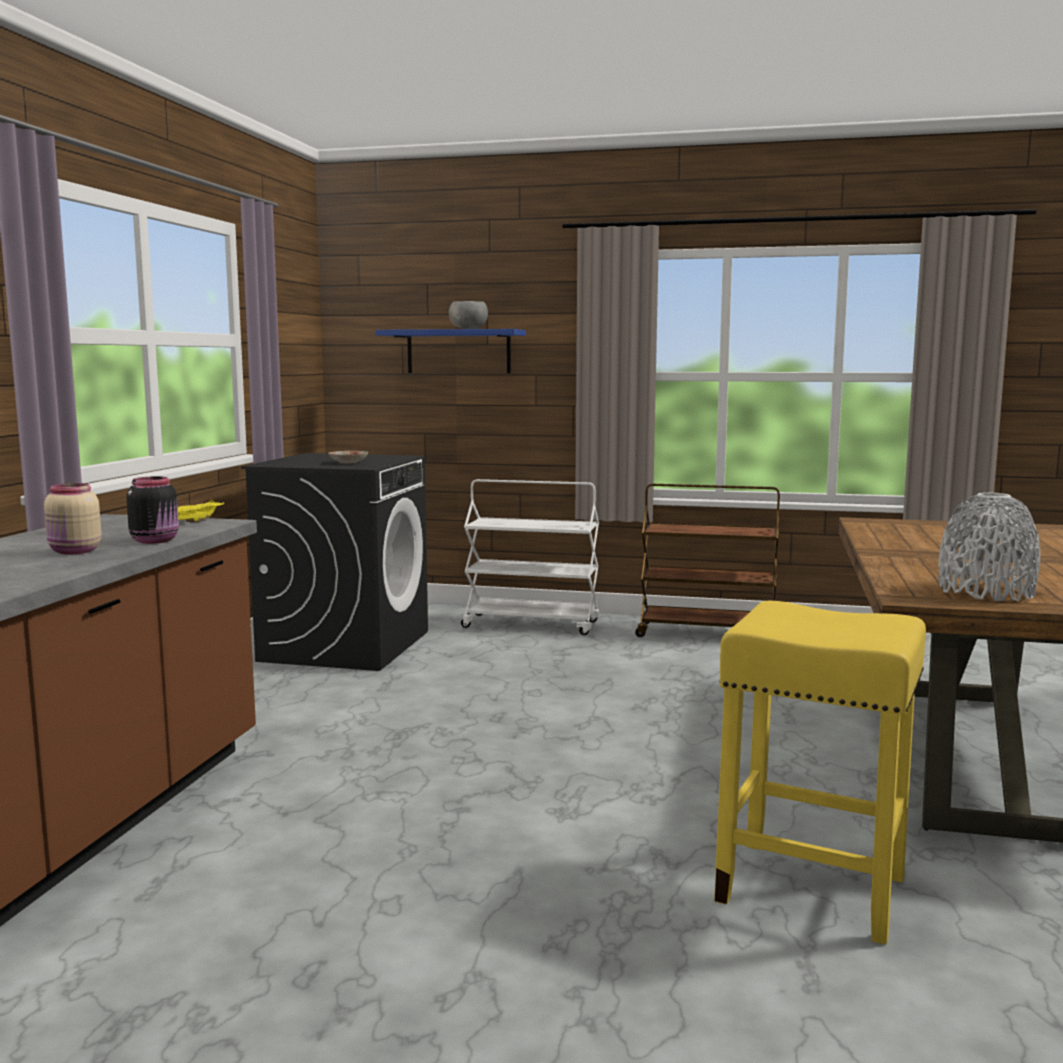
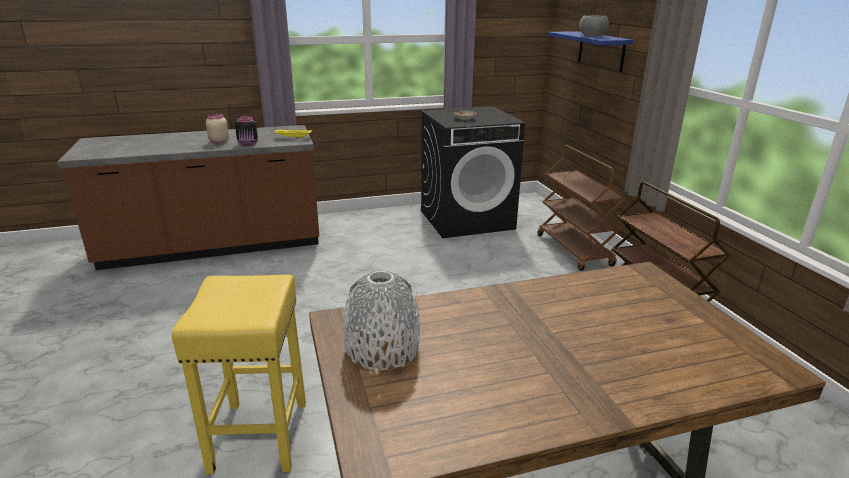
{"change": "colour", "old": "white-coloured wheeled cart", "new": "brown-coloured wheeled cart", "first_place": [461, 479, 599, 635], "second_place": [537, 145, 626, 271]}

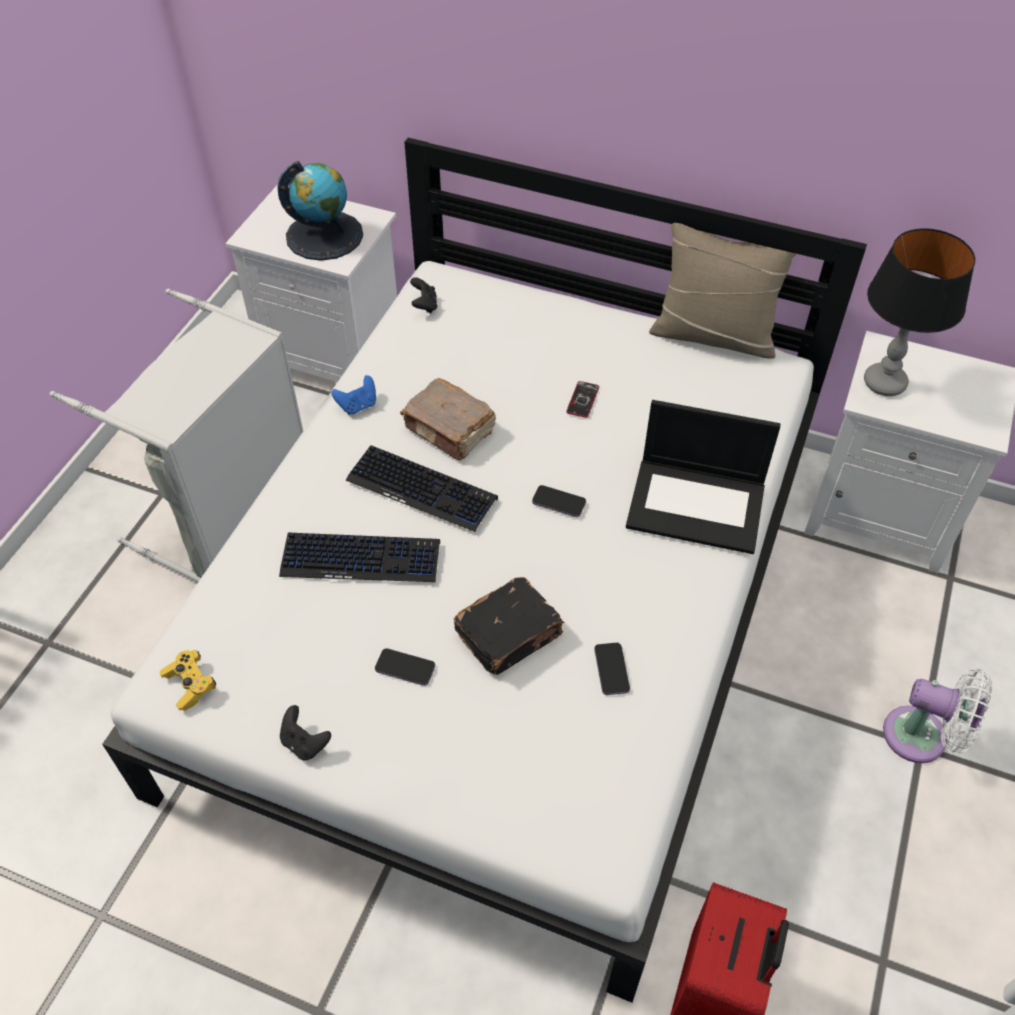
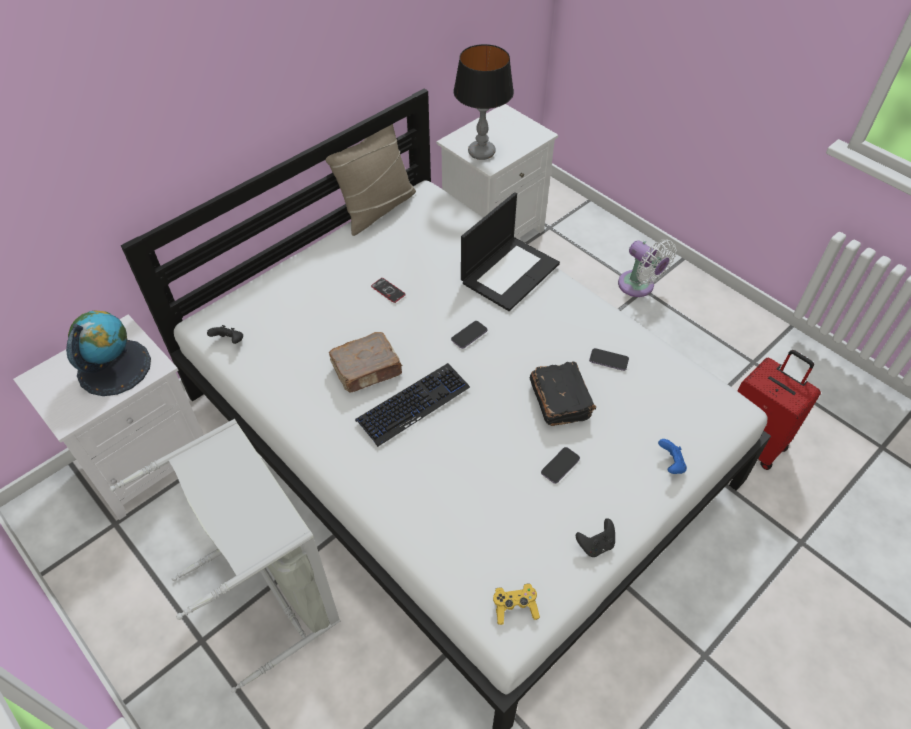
{"change": "missing", "old": "PC keyboard", "first_place": [279, 533, 440, 582]}
{"change": "relocated", "old": "blue joypad", "first_place": [332, 375, 376, 415], "second_place": [658, 439, 687, 474]}
{"change": "spun", "old": "white-coloured fan", "first_place": [883, 668, 992, 763], "second_place": [618, 239, 676, 297], "degrees": 90}

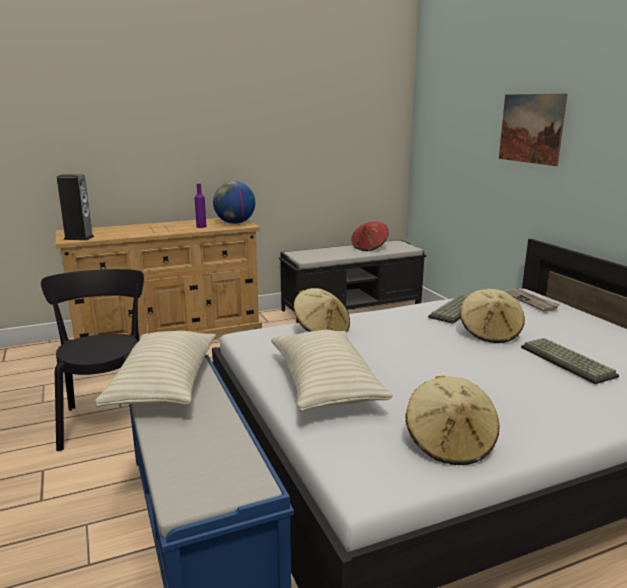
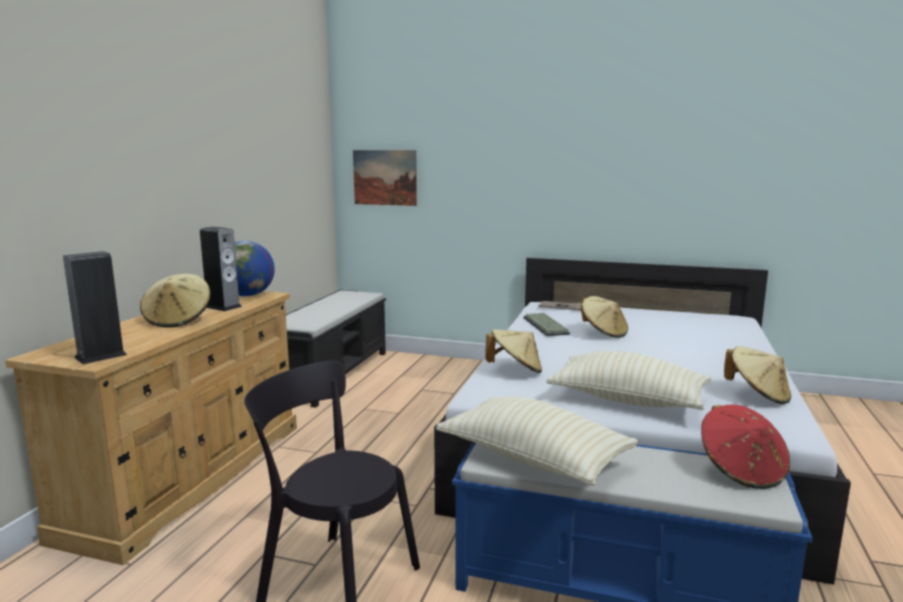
{"change": "missing", "old": "PC keyboard", "first_place": [521, 338, 619, 384]}
{"change": "appeared", "new": "sand-coloured hat", "second_place": [140, 274, 211, 328]}
{"change": "relocated", "old": "reddish hat", "first_place": [351, 222, 388, 251], "second_place": [701, 405, 790, 489]}
{"change": "relocated", "old": "wall art", "first_place": [499, 94, 567, 166], "second_place": [353, 150, 417, 206]}
{"change": "exchanged", "old": "purple-coloured bottle", "new": "loudspeaker", "first_place": [195, 184, 206, 228], "second_place": [200, 227, 242, 311]}

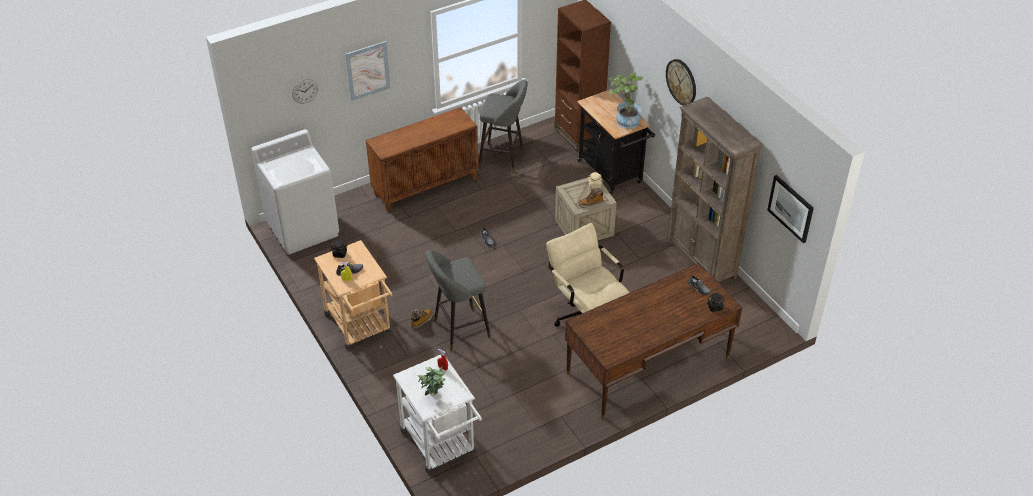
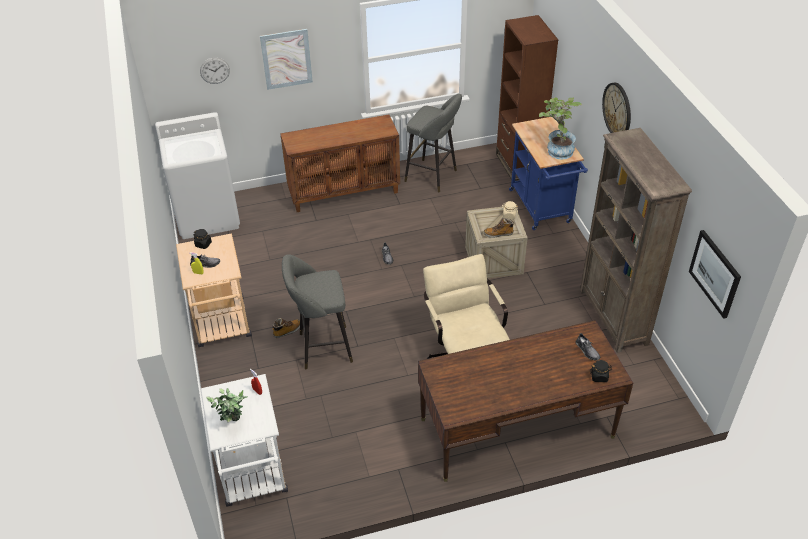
{"change": "colour", "old": "black wheeled cart", "new": "blue wheeled cart", "first_place": [577, 89, 655, 195], "second_place": [509, 117, 588, 230]}

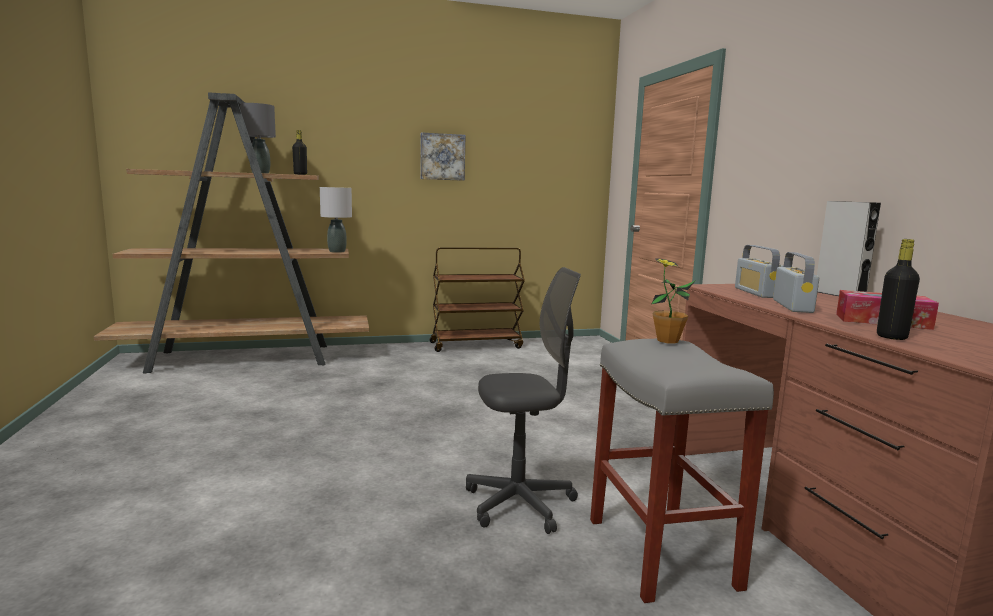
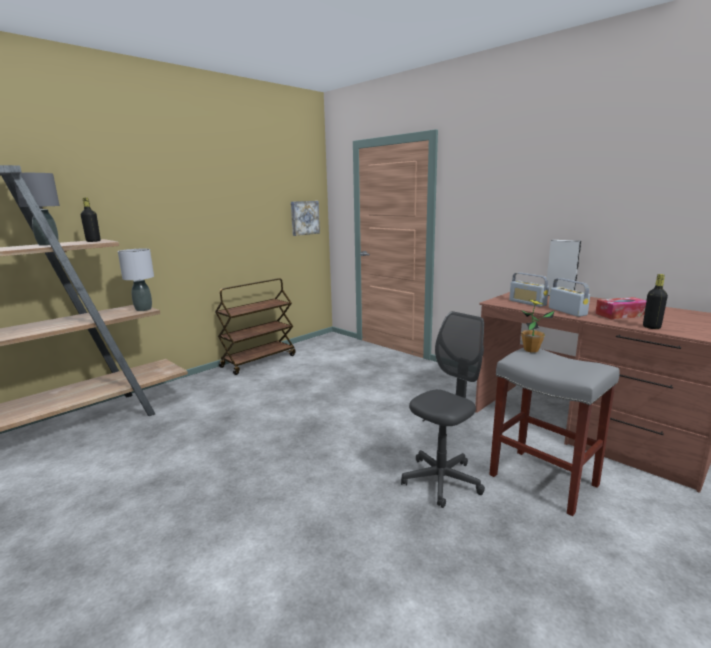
{"change": "relocated", "old": "wall art", "first_place": [420, 132, 465, 181], "second_place": [291, 201, 320, 236]}

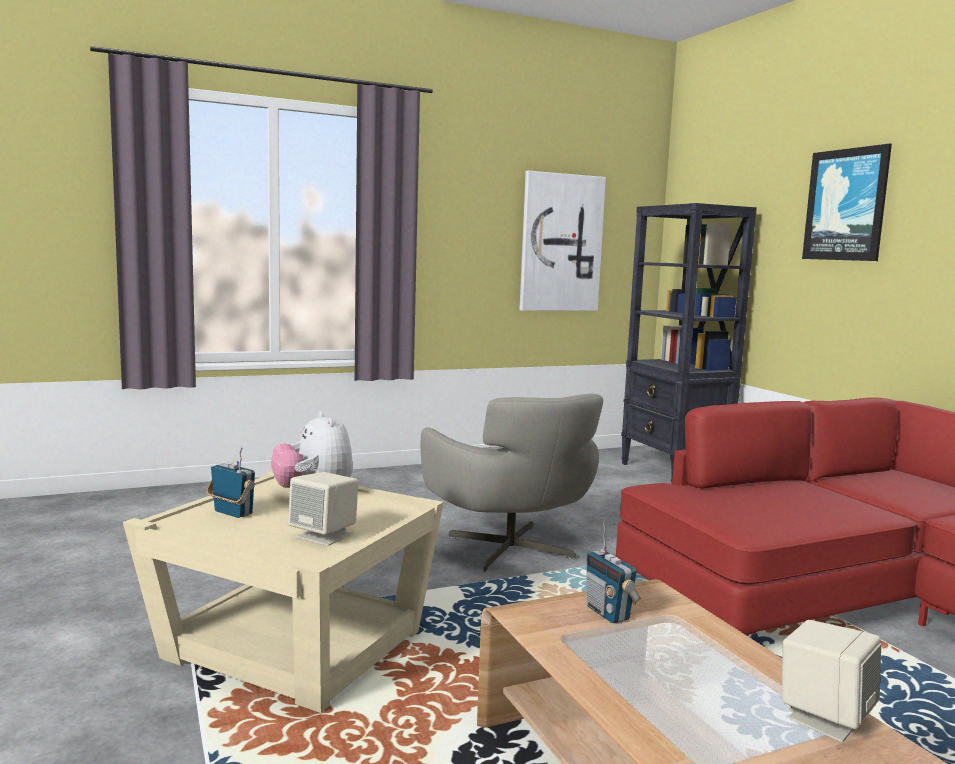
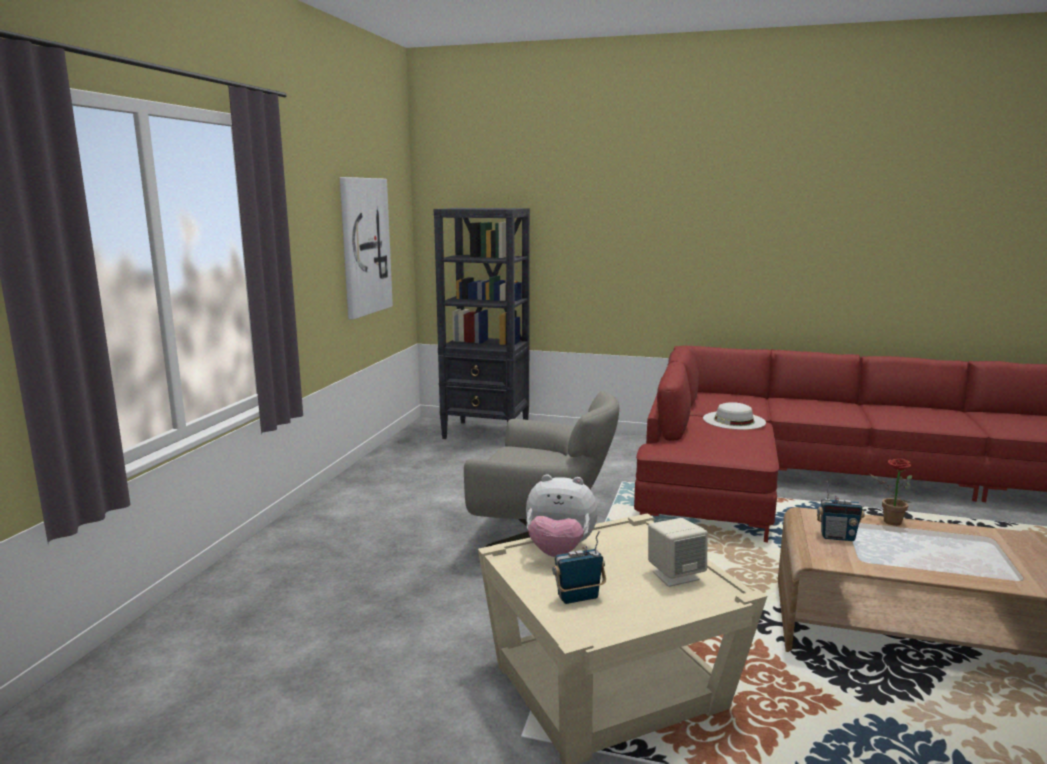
{"change": "missing", "old": "sand-coloured loudspeaker", "first_place": [782, 620, 881, 742]}
{"change": "missing", "old": "wall art", "first_place": [802, 144, 892, 261]}
{"change": "appeared", "new": "white-coloured hat", "second_place": [703, 402, 766, 430]}
{"change": "appeared", "new": "plant in a pot", "second_place": [870, 459, 912, 526]}

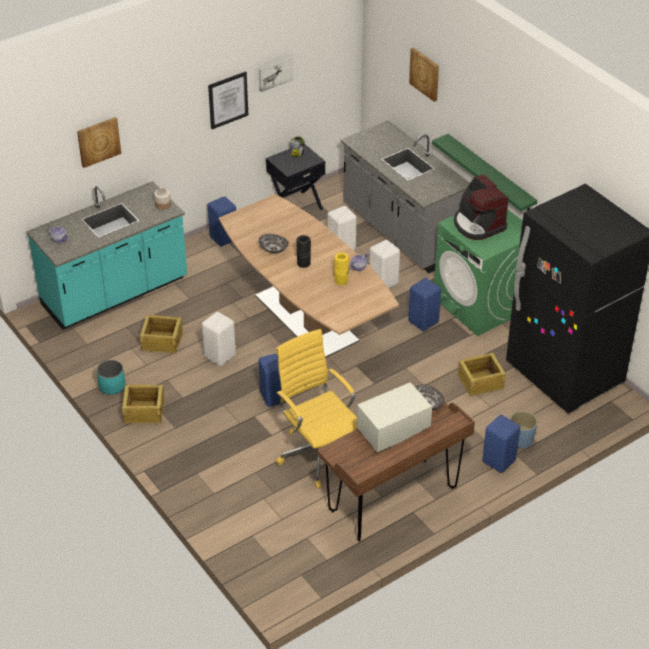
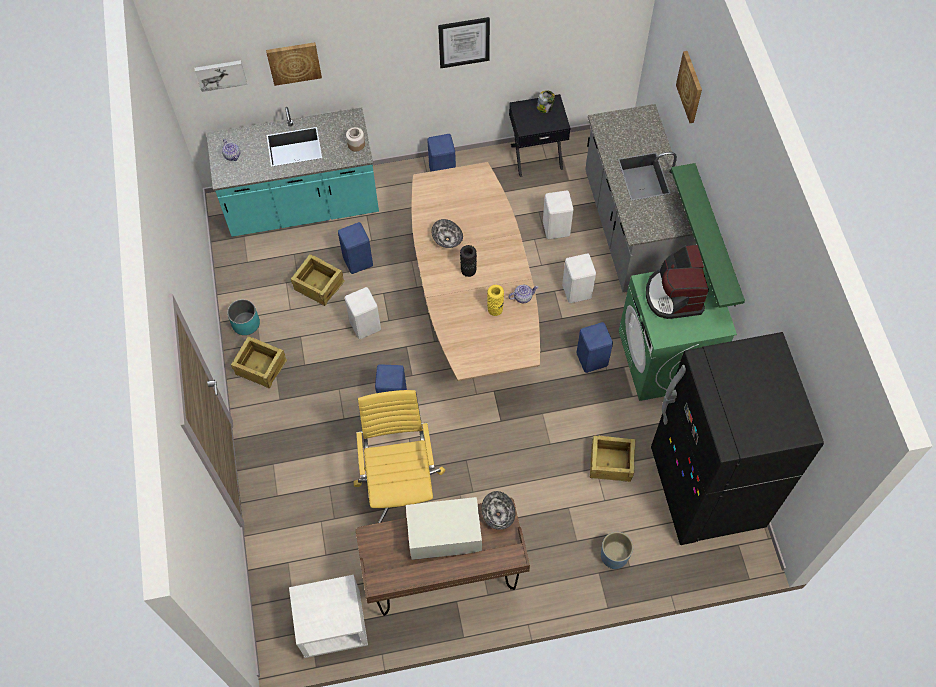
{"change": "appeared", "new": "white-coloured nightstand", "second_place": [289, 575, 368, 658]}
{"change": "relocated", "old": "wall art", "first_place": [259, 57, 293, 92], "second_place": [195, 60, 247, 92]}
{"change": "relocated", "old": "blue sitting stool", "first_place": [482, 415, 520, 473], "second_place": [338, 222, 373, 274]}

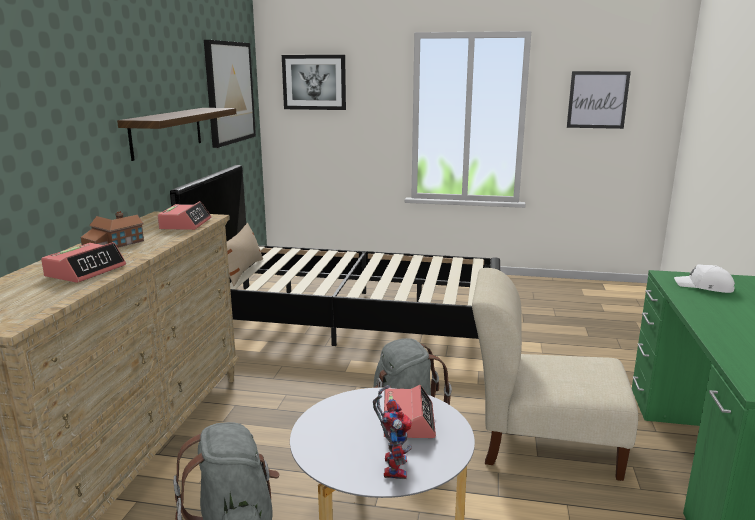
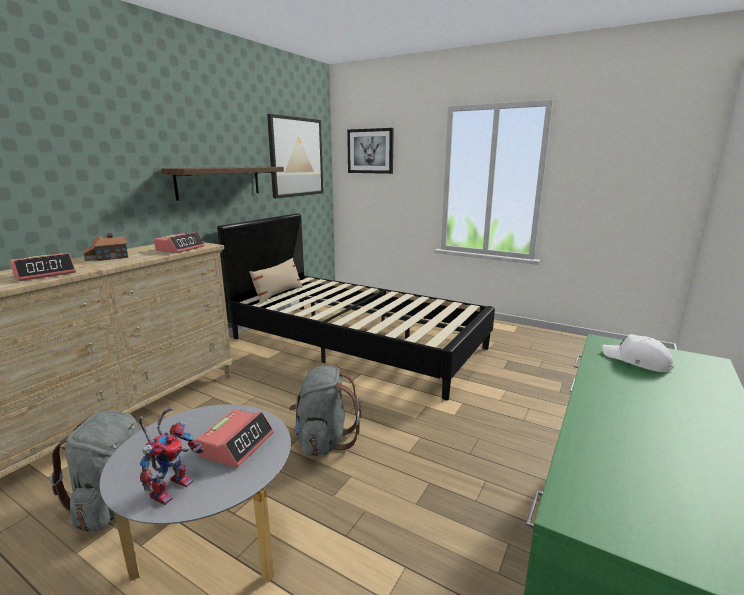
{"change": "missing", "old": "sand-coloured plain chair", "first_place": [472, 268, 638, 481]}
{"change": "missing", "old": "wall art", "first_place": [567, 71, 631, 129]}

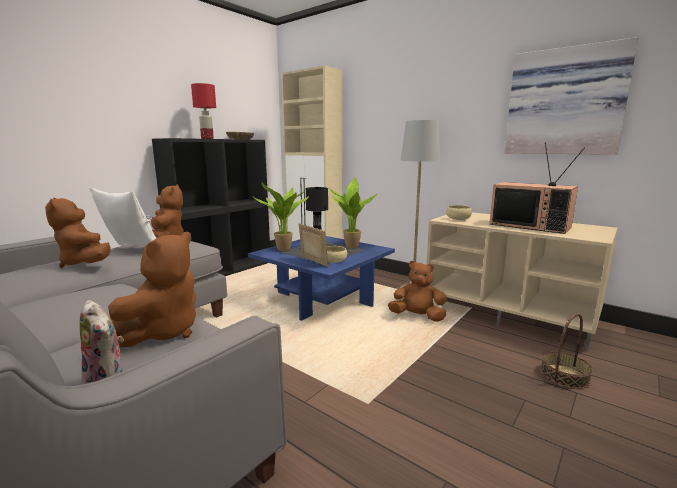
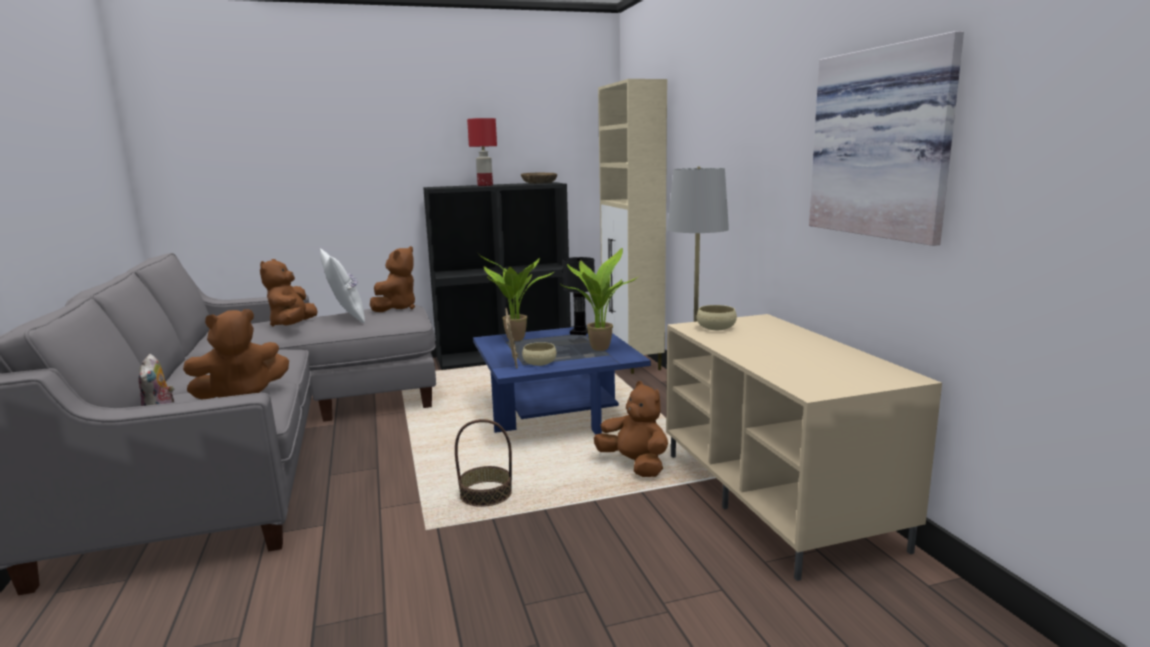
{"change": "missing", "old": "TV", "first_place": [489, 142, 585, 234]}
{"change": "relocated", "old": "storage basket", "first_place": [540, 313, 593, 389], "second_place": [455, 419, 512, 507]}

